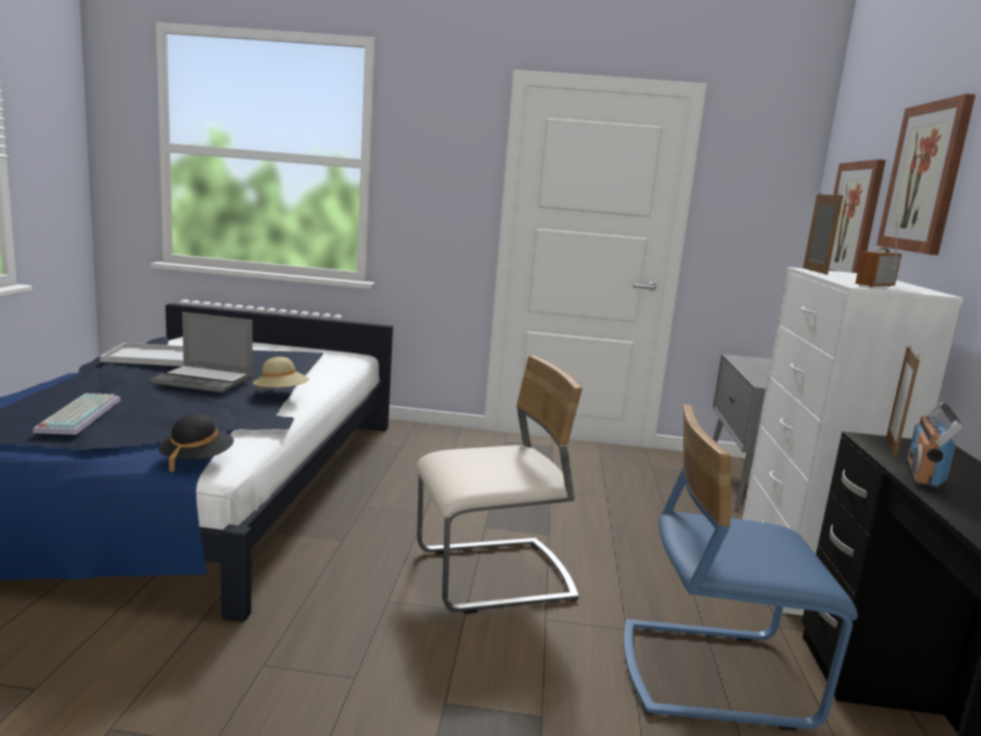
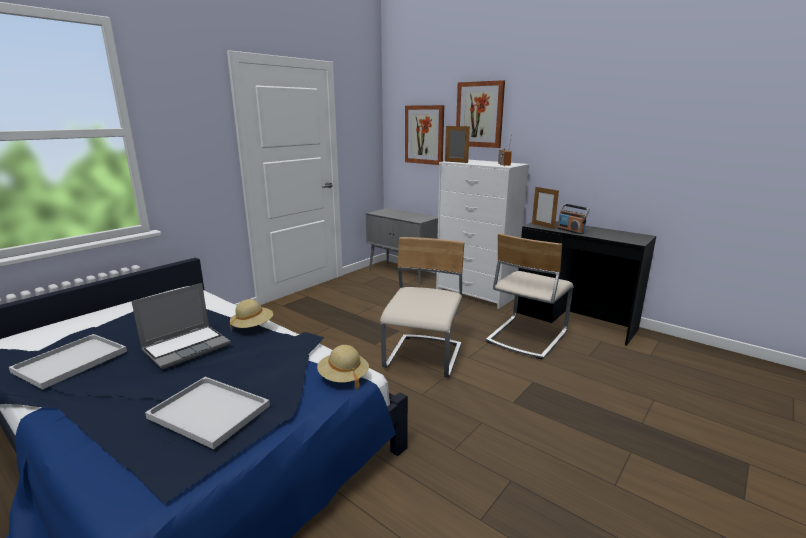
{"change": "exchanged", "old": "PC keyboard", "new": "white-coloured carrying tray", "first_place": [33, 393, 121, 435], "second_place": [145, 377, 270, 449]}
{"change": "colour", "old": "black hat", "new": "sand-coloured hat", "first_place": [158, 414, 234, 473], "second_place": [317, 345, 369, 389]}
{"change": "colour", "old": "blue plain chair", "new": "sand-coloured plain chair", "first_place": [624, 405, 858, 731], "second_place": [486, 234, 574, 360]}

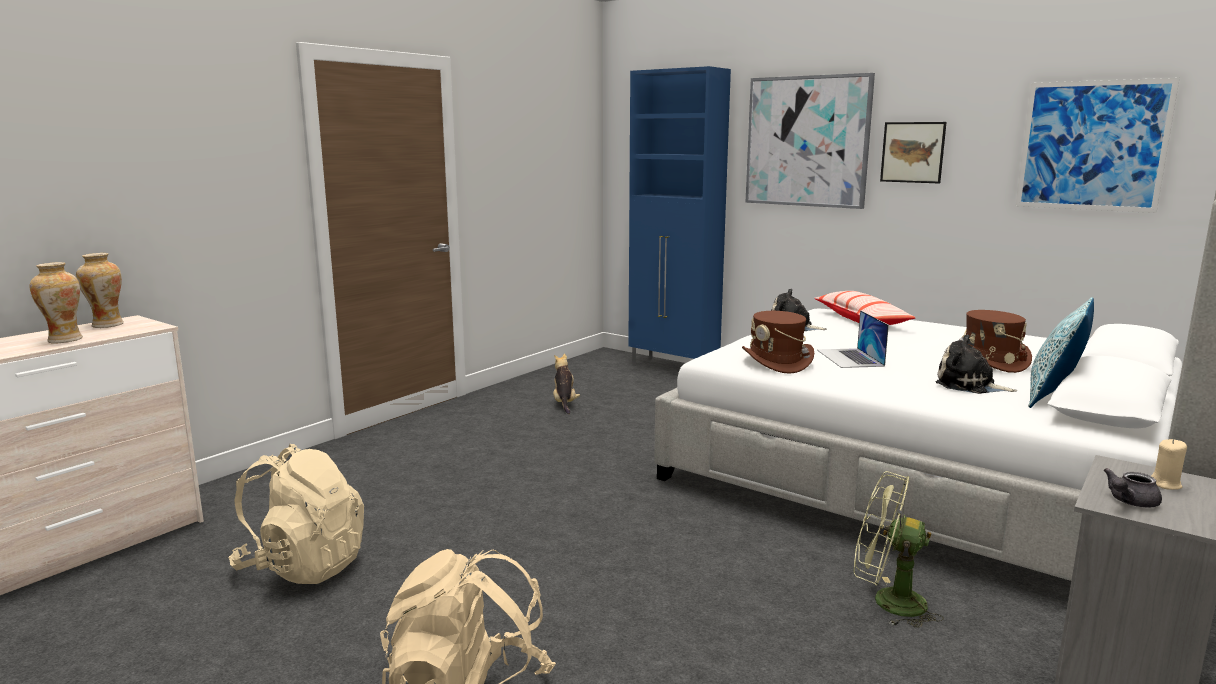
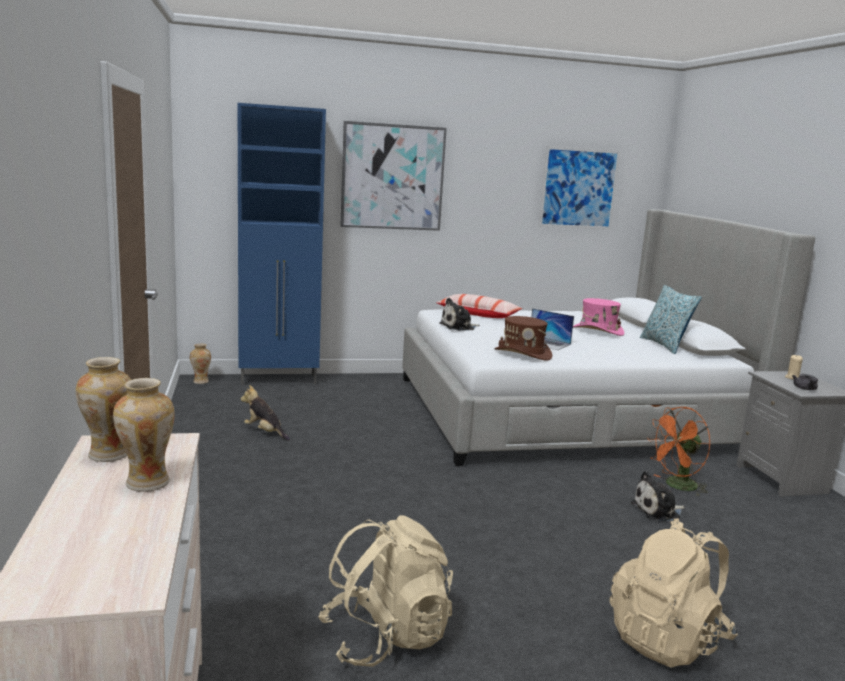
{"change": "missing", "old": "wall art", "first_place": [880, 122, 947, 183]}
{"change": "appeared", "new": "decorative vase", "second_place": [190, 344, 211, 384]}
{"change": "relocated", "old": "cuddly toy", "first_place": [936, 335, 1017, 394], "second_place": [631, 471, 685, 521]}
{"change": "colour", "old": "green fan", "new": "orange-coloured fan", "first_place": [854, 471, 944, 628], "second_place": [647, 407, 710, 496]}
{"change": "colour", "old": "brown-coloured hat", "new": "pink hat", "first_place": [958, 310, 1032, 373], "second_place": [573, 298, 624, 336]}

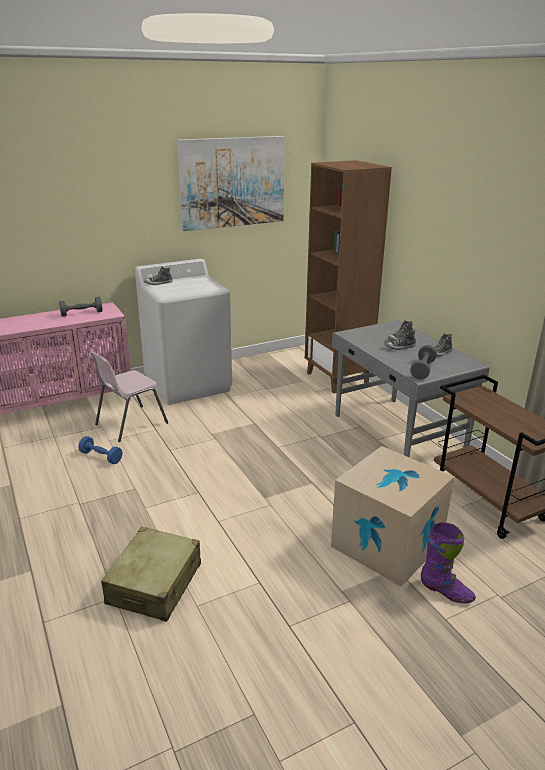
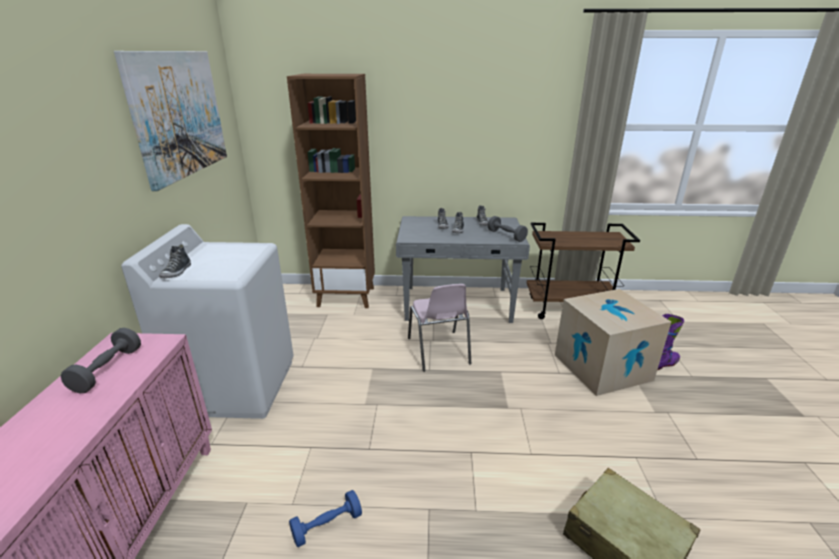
{"change": "relocated", "old": "pink plain chair", "first_place": [90, 351, 168, 442], "second_place": [408, 284, 471, 372]}

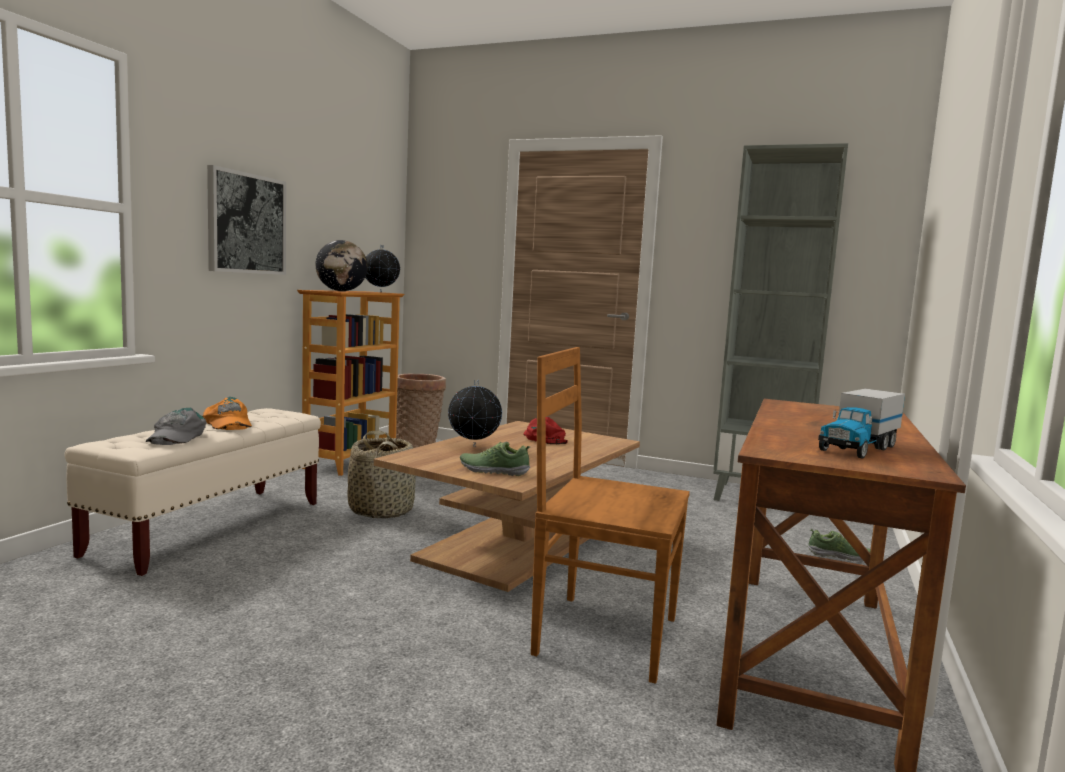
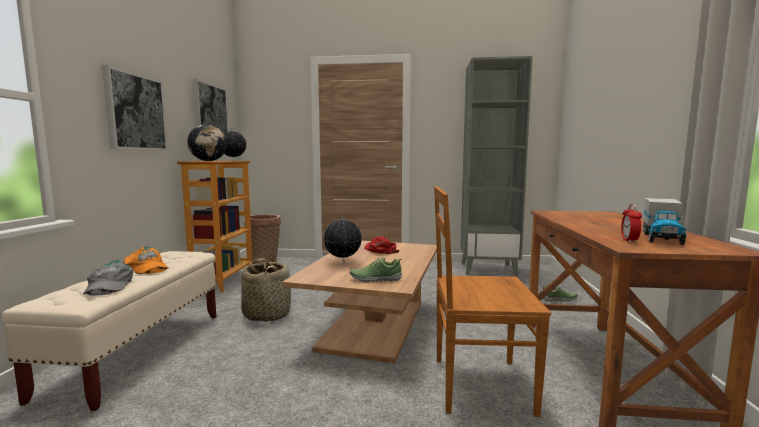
{"change": "appeared", "new": "wall art", "second_place": [193, 79, 229, 134]}
{"change": "appeared", "new": "table clock", "second_place": [621, 204, 642, 243]}

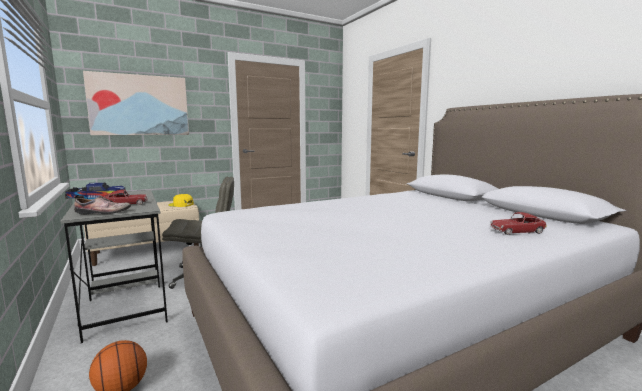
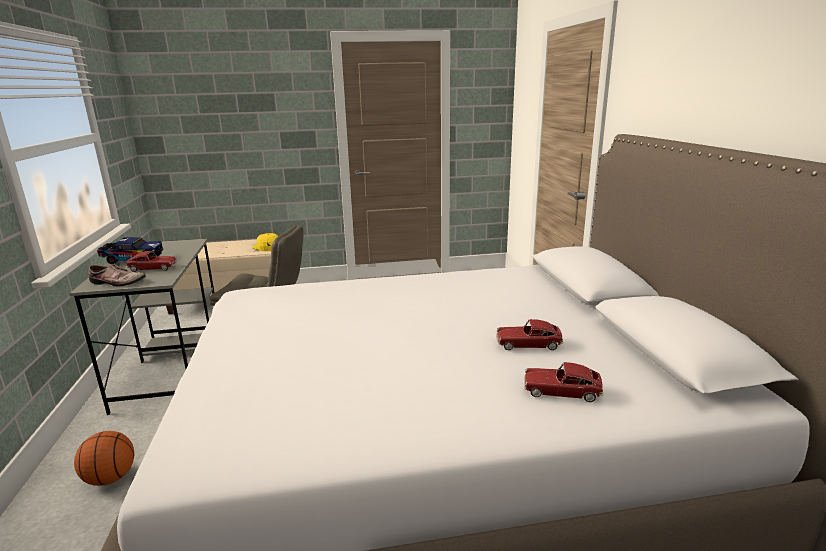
{"change": "missing", "old": "wall art", "first_place": [83, 71, 189, 135]}
{"change": "appeared", "new": "miniature car", "second_place": [496, 319, 564, 350]}

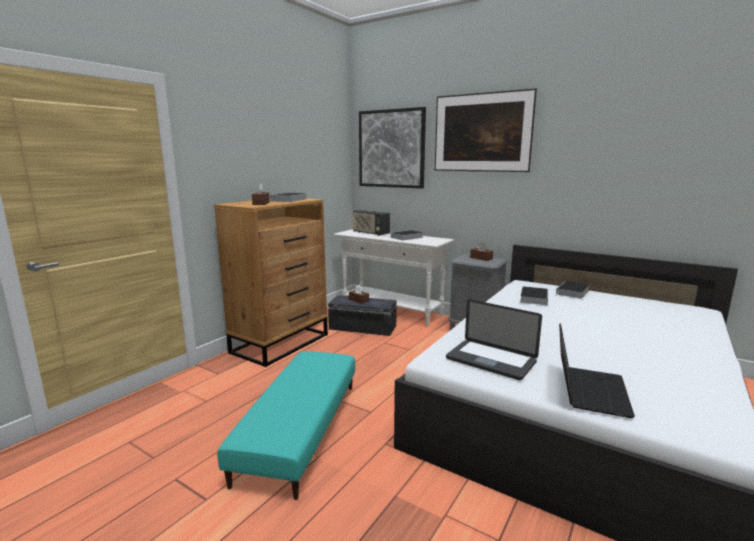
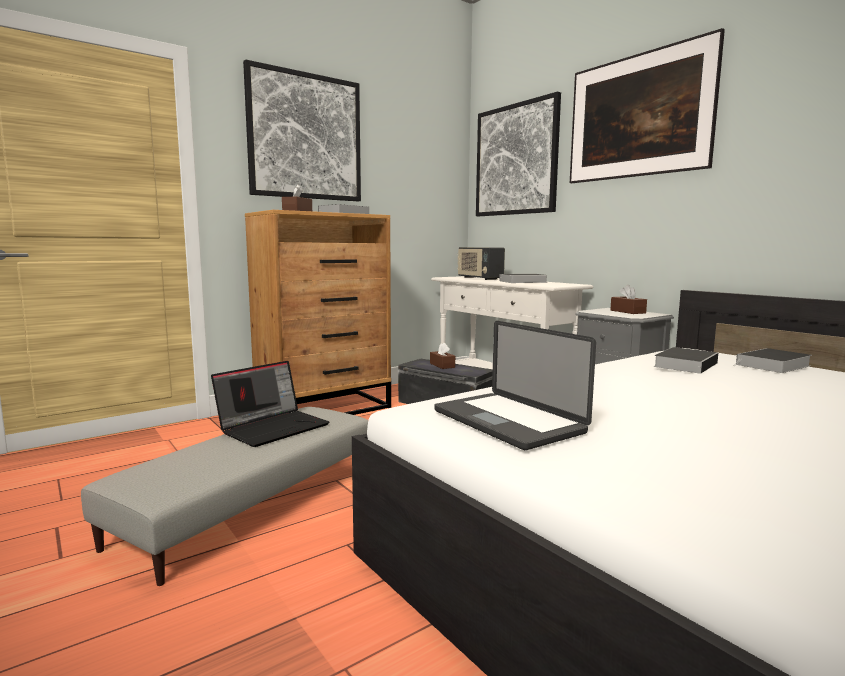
{"change": "appeared", "new": "wall art", "second_place": [243, 59, 361, 201]}
{"change": "relocated", "old": "notebook computer", "first_place": [559, 323, 635, 418], "second_place": [211, 361, 329, 447]}
{"change": "colour", "old": "turquoise-coloured footrest", "new": "greyish footrest", "first_place": [217, 351, 355, 500], "second_place": [81, 407, 368, 586]}

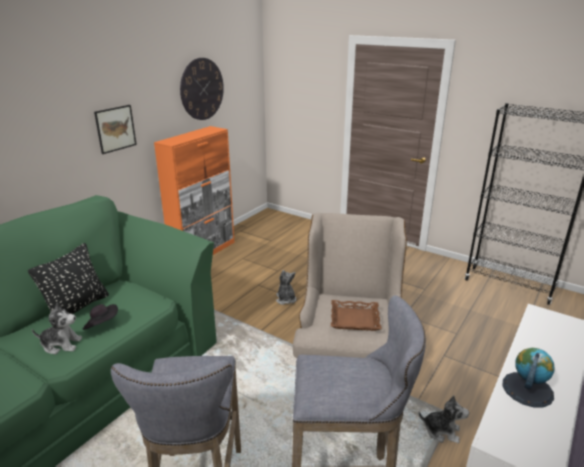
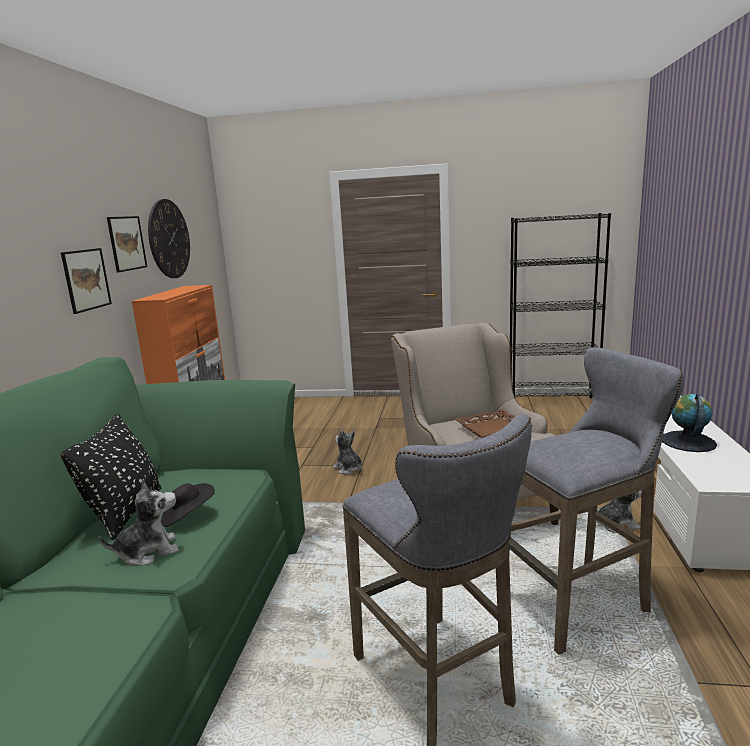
{"change": "appeared", "new": "wall art", "second_place": [107, 216, 147, 273]}

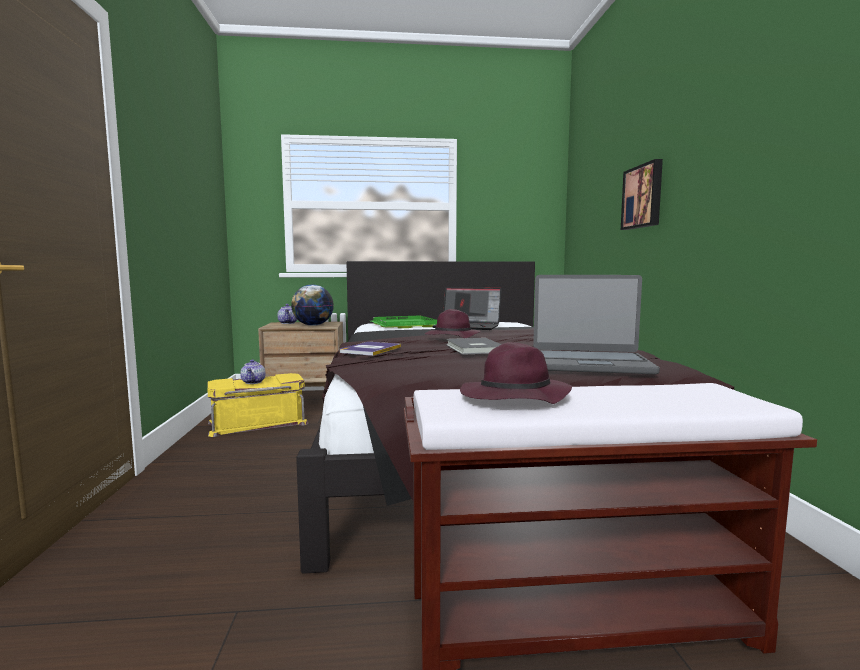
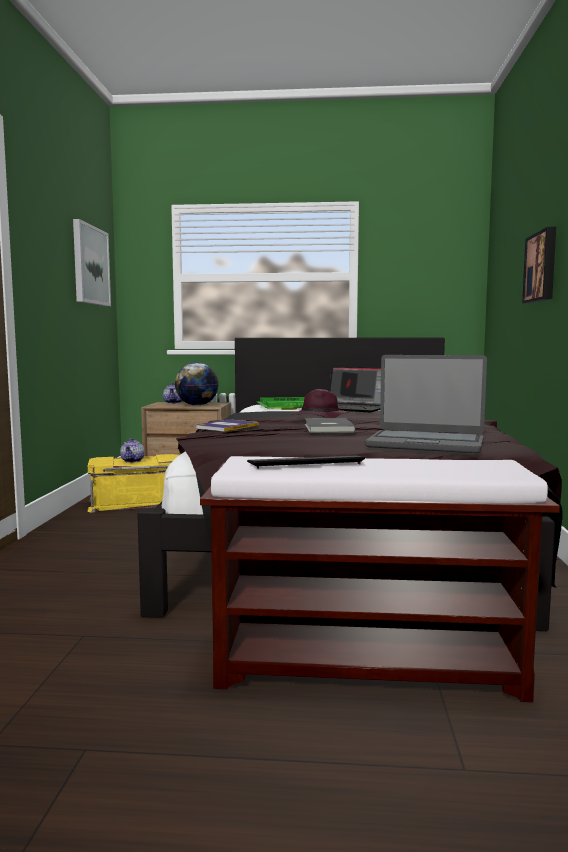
{"change": "appeared", "new": "wall art", "second_place": [73, 219, 111, 306]}
{"change": "exchanged", "old": "purple-coloured hat", "new": "PC keyboard", "first_place": [460, 342, 572, 404], "second_place": [247, 456, 365, 469]}

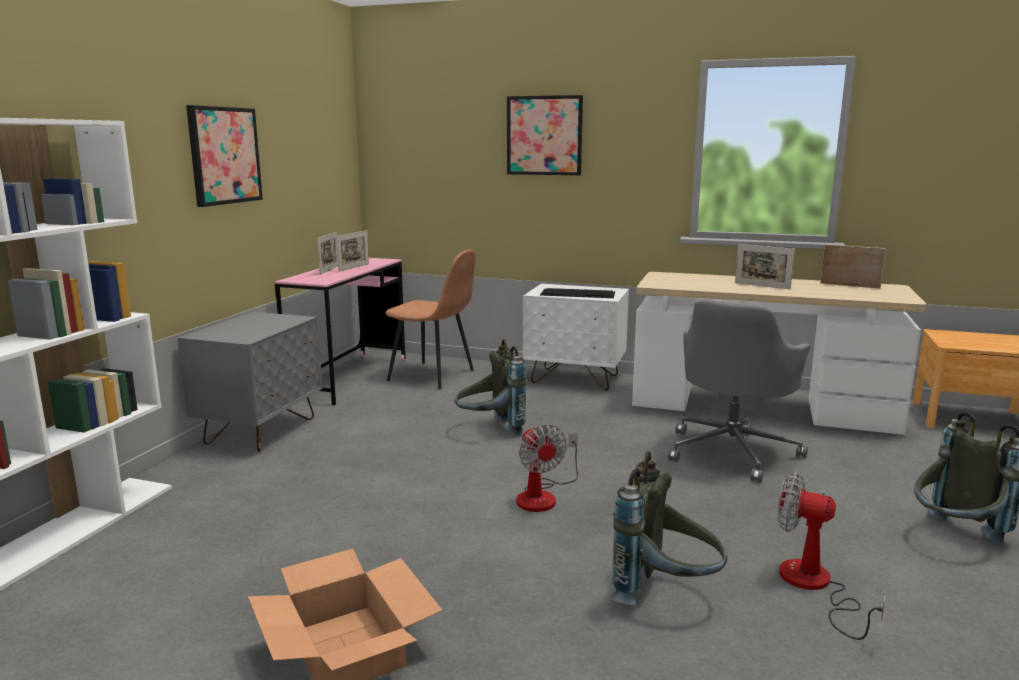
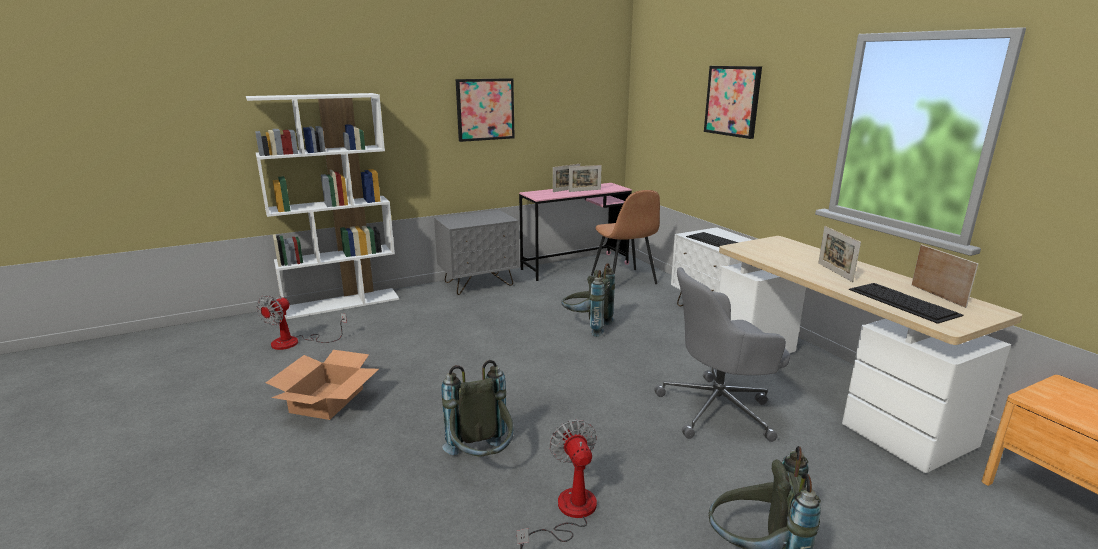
{"change": "appeared", "new": "PC keyboard", "second_place": [849, 283, 964, 324]}
{"change": "relocated", "old": "fan", "first_place": [516, 424, 578, 512], "second_place": [256, 295, 347, 350]}

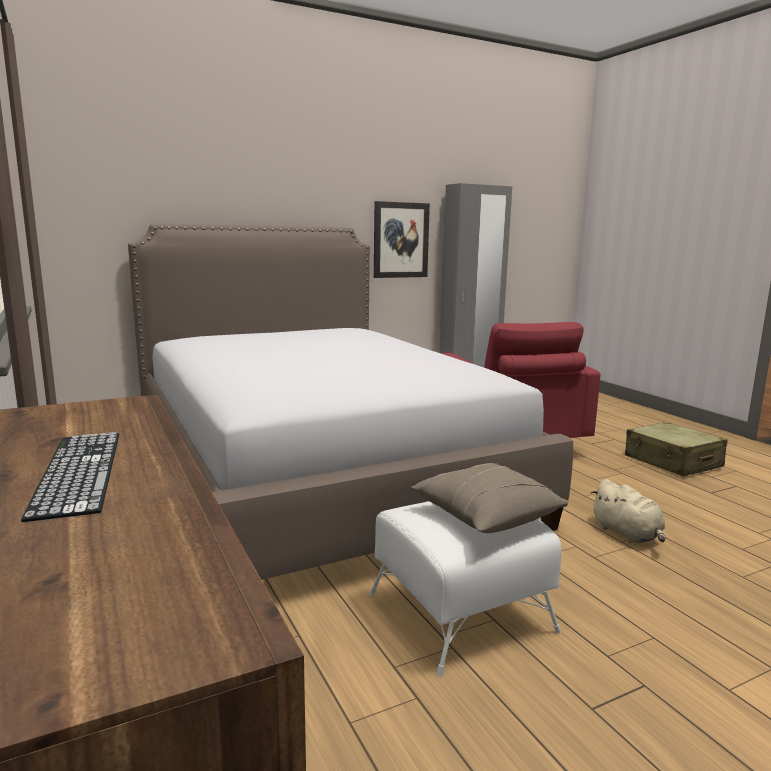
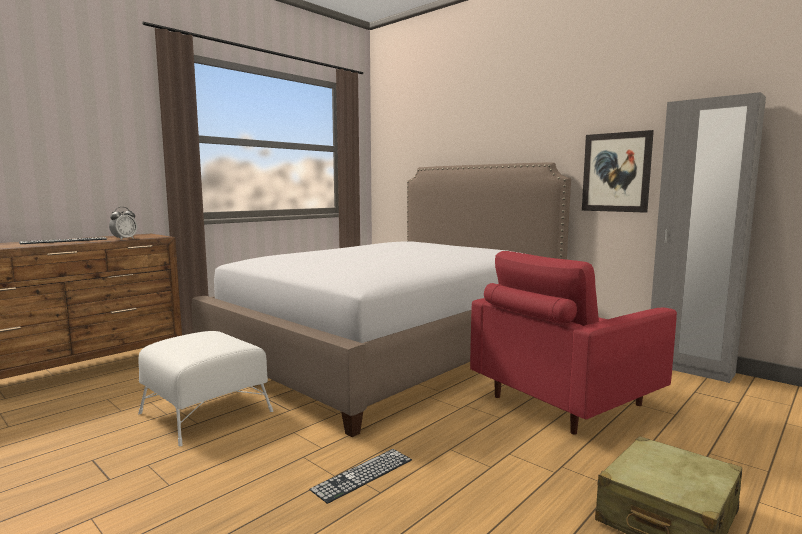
{"change": "missing", "old": "sand-coloured throw pillow", "first_place": [411, 463, 569, 533]}
{"change": "appeared", "new": "table clock", "second_place": [109, 207, 137, 240]}
{"change": "exchanged", "old": "sand-coloured cuddly toy", "new": "PC keyboard", "first_place": [591, 479, 665, 543], "second_place": [309, 449, 412, 504]}

